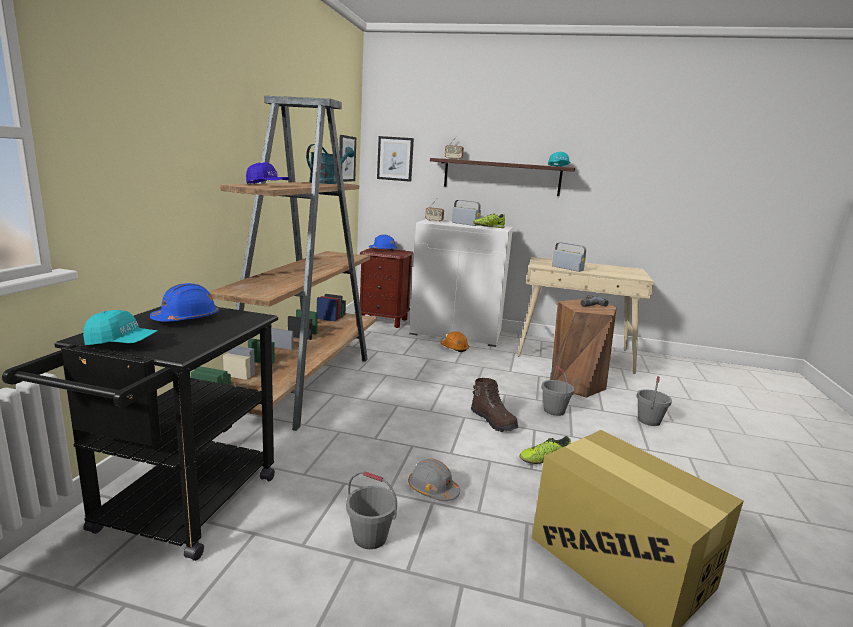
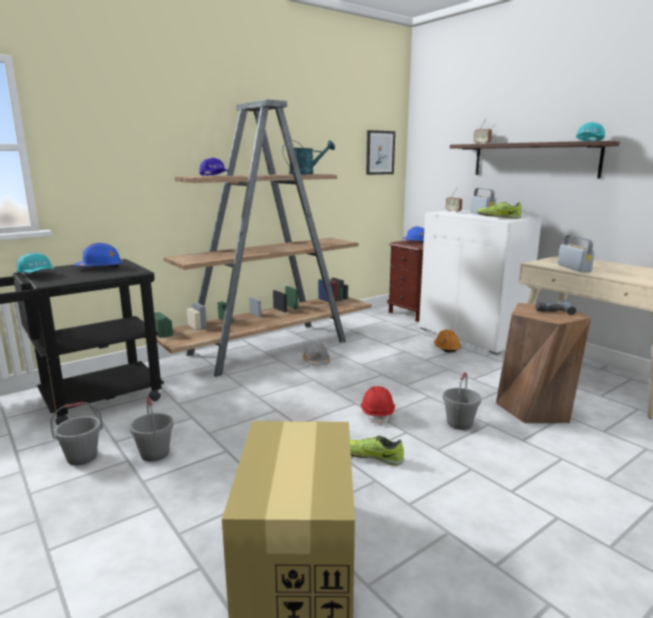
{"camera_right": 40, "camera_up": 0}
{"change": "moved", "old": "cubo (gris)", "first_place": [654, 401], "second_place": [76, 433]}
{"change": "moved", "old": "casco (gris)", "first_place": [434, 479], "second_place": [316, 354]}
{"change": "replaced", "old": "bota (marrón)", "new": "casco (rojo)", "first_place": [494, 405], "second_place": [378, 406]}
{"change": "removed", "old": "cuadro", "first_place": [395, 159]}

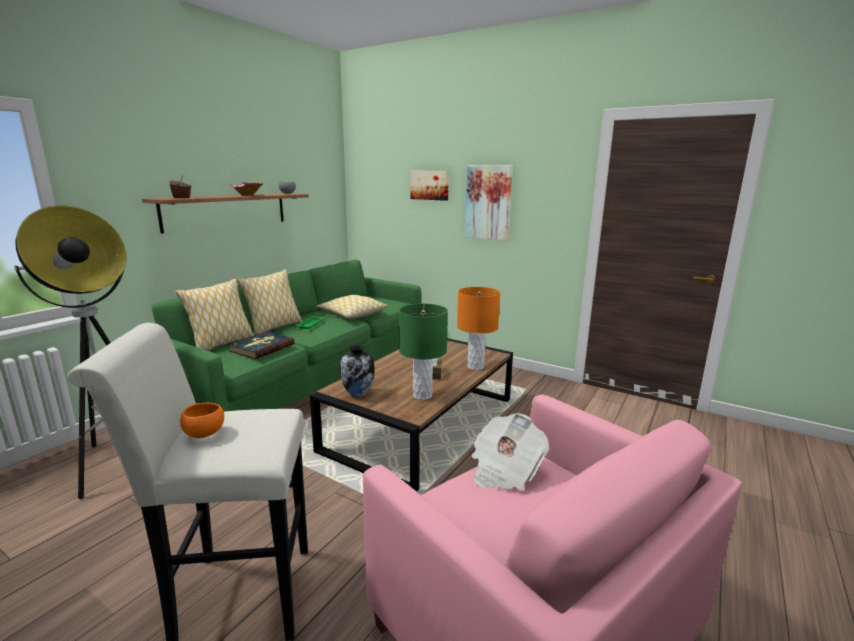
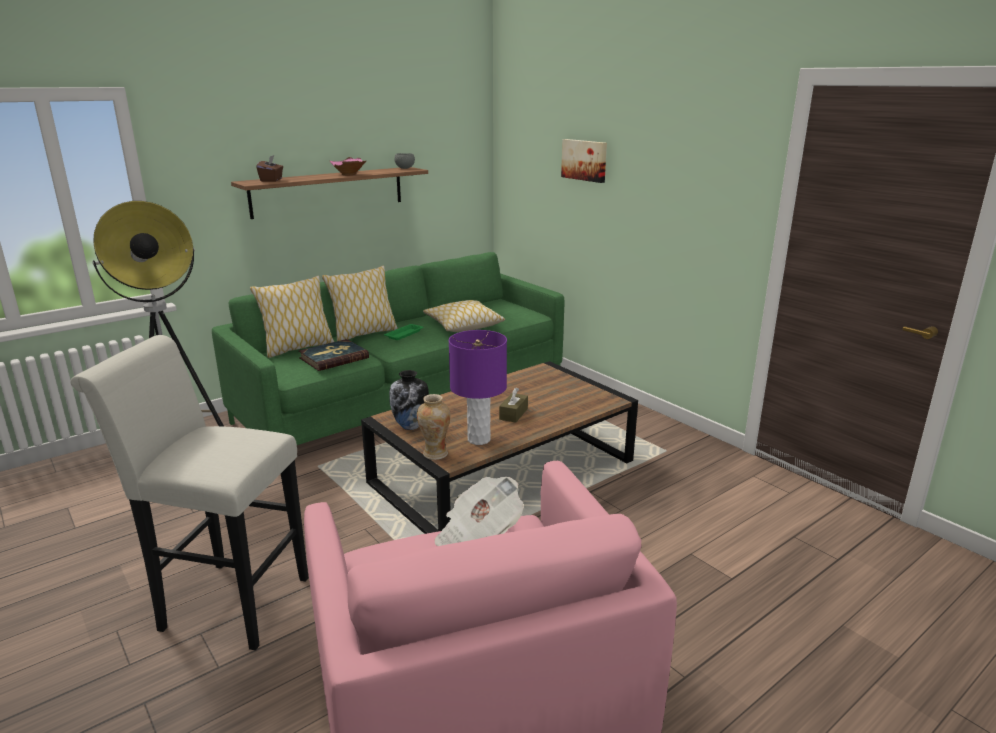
{"camera_right": 20, "camera_up": 5}
{"change": "added", "new": "florero", "second_place": [434, 427]}
{"change": "recoloured", "old": "lámpara de mesa (verde)", "new": "lámpara de mesa (morado)", "first_place": [423, 352], "second_place": [478, 387]}
{"change": "removed", "old": "cuenco (naranja)", "first_place": [202, 420]}
{"change": "removed", "old": "lámpara de mesa (naranja)", "first_place": [478, 328]}
{"change": "removed", "old": "cuadro", "first_place": [489, 203]}

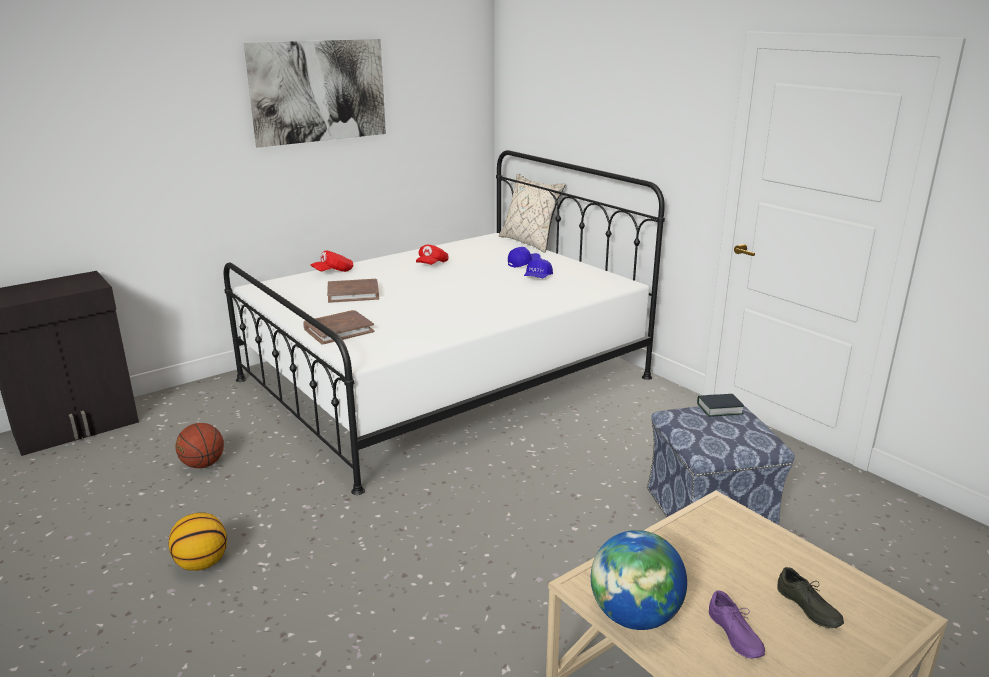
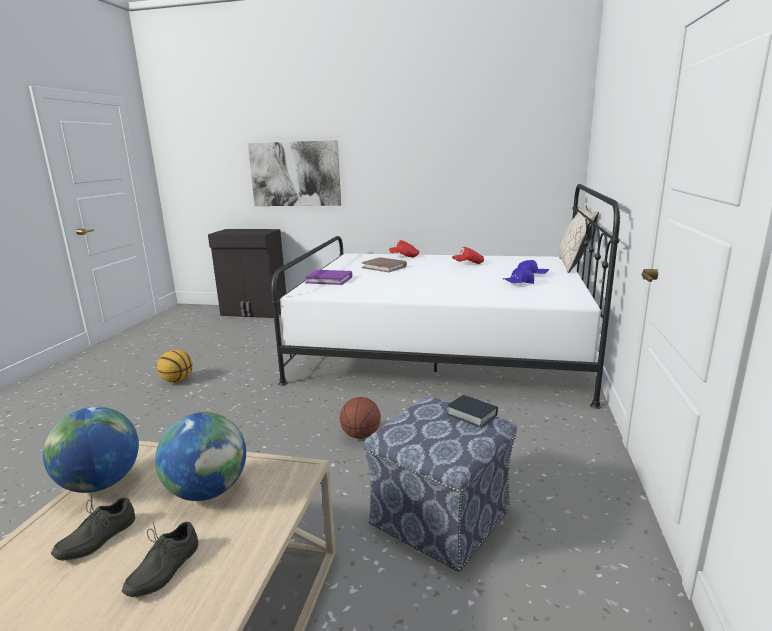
{"camera_right": 50, "camera_up": -5}
{"change": "recoloured", "old": "zapato (morado)", "new": "zapato (gris)", "first_place": [737, 624], "second_place": [93, 527]}
{"change": "added", "new": "globo terráqueo", "second_place": [200, 456]}
{"change": "moved", "old": "cuadro", "first_place": [315, 93], "second_place": [294, 173]}
{"change": "recoloured", "old": "libro (marrón)", "new": "libro (morado)", "first_place": [338, 327], "second_place": [328, 277]}
{"change": "moved", "old": "balón de baloncesto", "first_place": [200, 445], "second_place": [360, 418]}

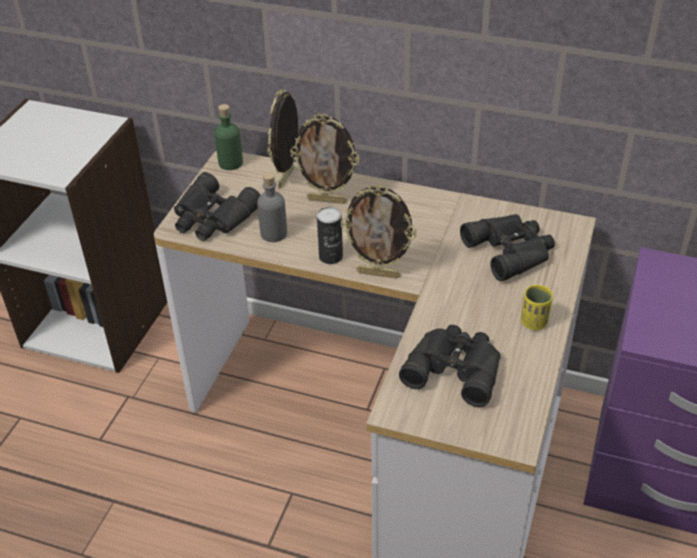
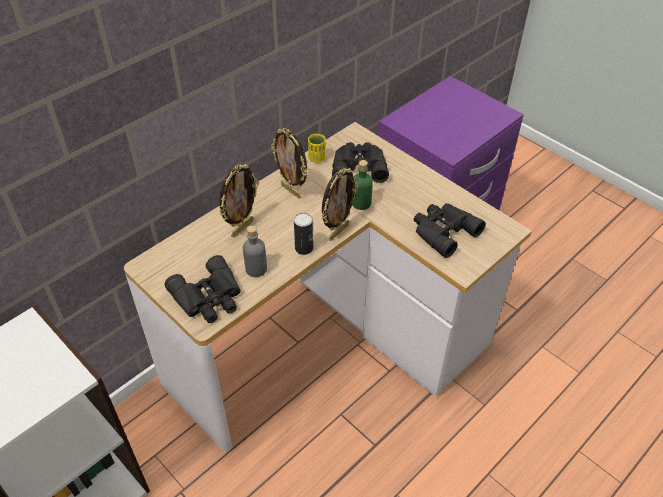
{"camera_right": -65, "camera_up": 5}
{"change": "moved", "old": "portarretratos", "first_place": [282, 138], "second_place": [289, 163]}
{"change": "moved", "old": "taza (amarillo)", "first_place": [537, 307], "second_place": [317, 148]}
{"change": "moved", "old": "botella (verde)", "first_place": [228, 137], "second_place": [362, 185]}

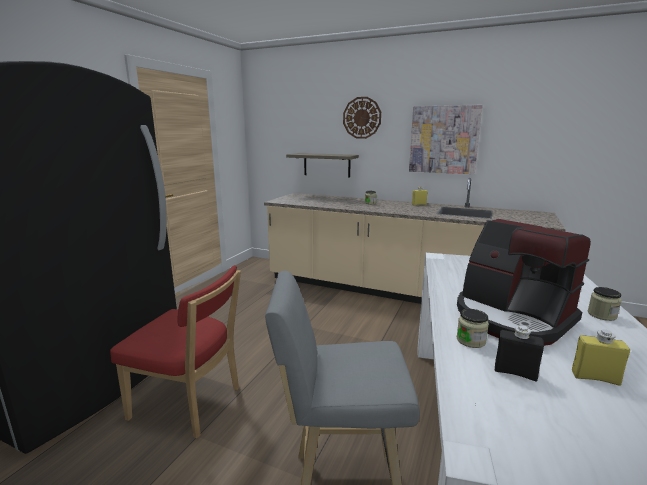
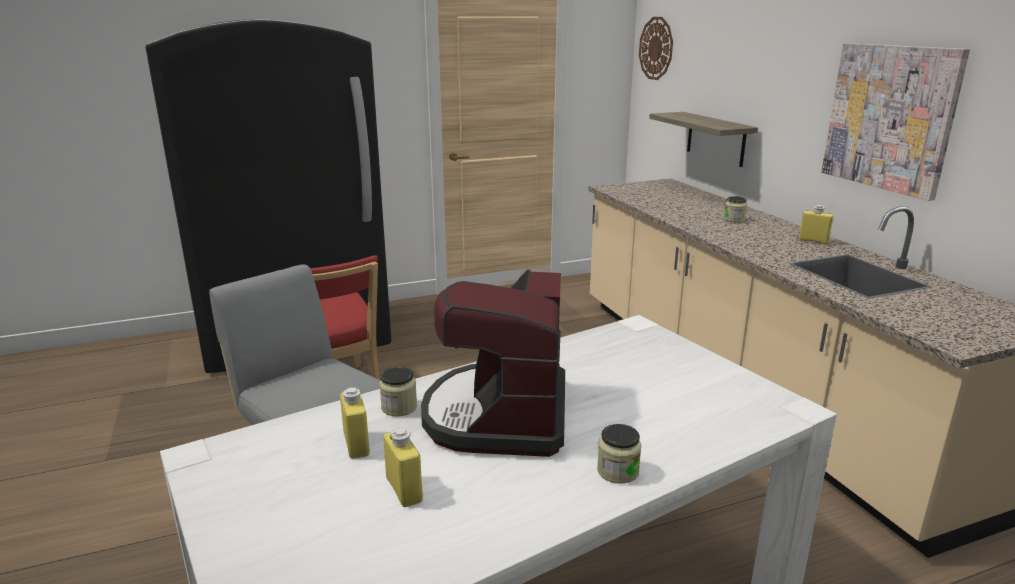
{"camera_right": 45, "camera_up": 5}
{"change": "recoloured", "old": "botella (negro)", "new": "botella (amarillo)", "first_place": [519, 353], "second_place": [355, 423]}
{"change": "moved", "old": "reloj de pared", "first_place": [362, 118], "second_place": [656, 48]}

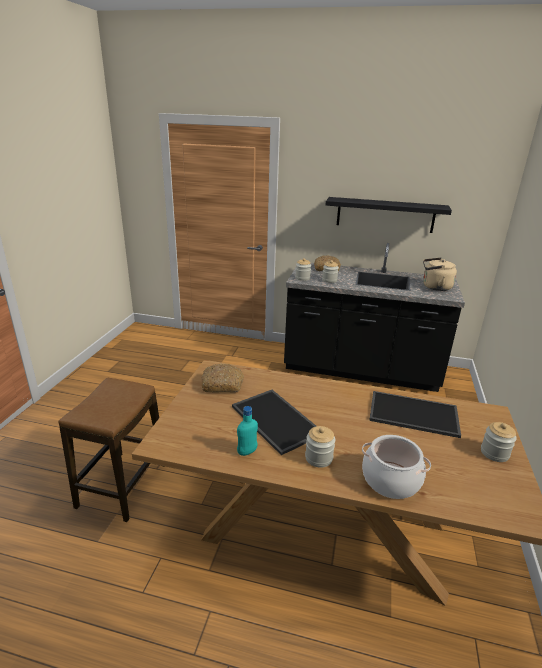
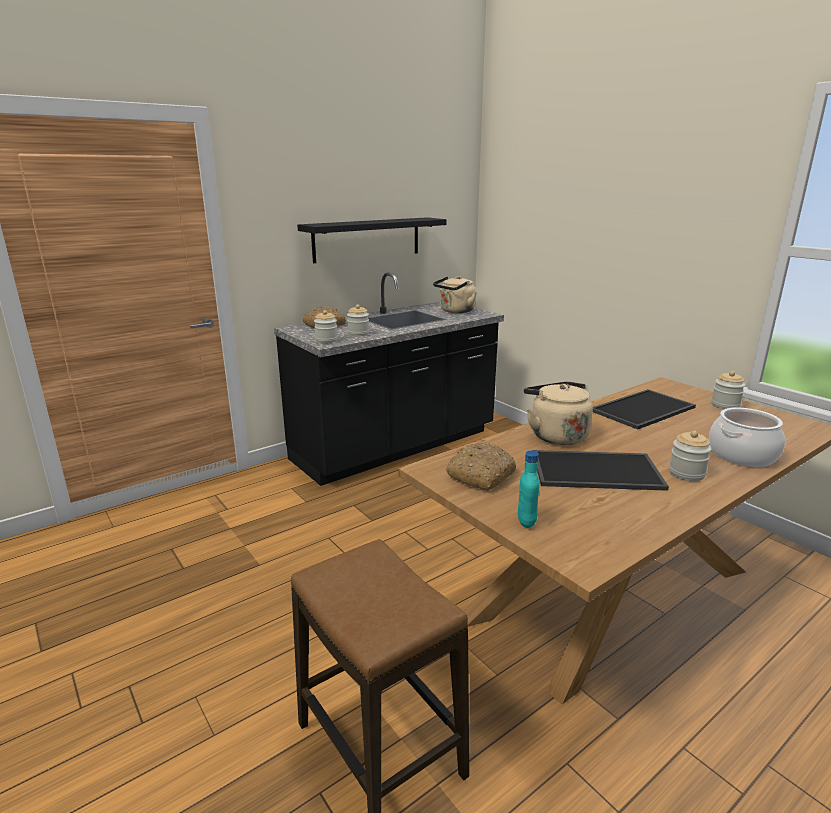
{"camera_right": -50, "camera_up": -5}
{"change": "moved", "old": "botella (turquesa)", "first_place": [247, 431], "second_place": [529, 489]}
{"change": "added", "new": "hervidor (beis)", "second_place": [558, 413]}

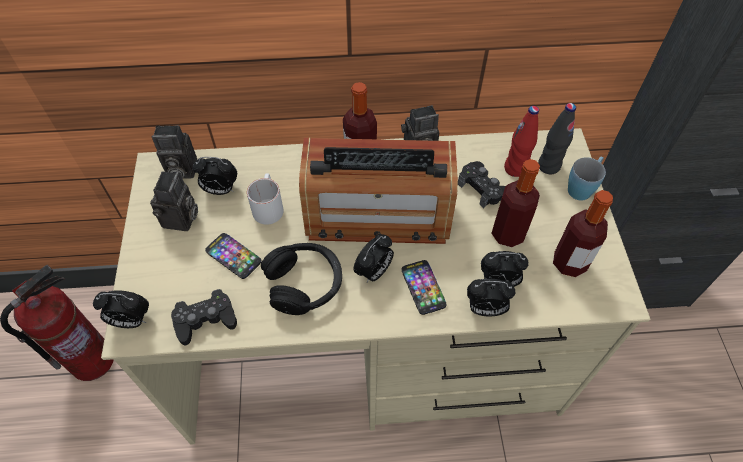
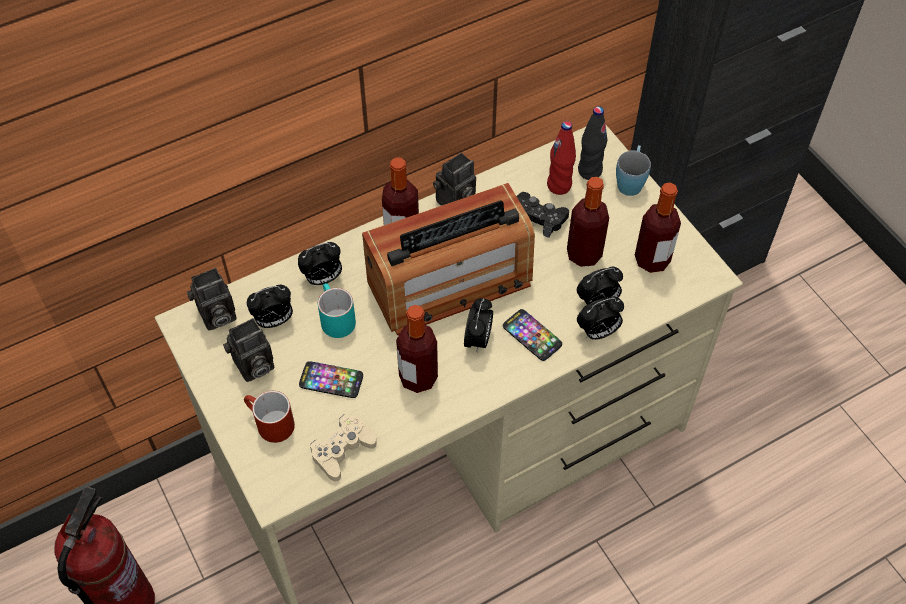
{"camera_right": -25, "camera_up": 0}
{"change": "turned", "old": "cámara", "first_place": [174, 201], "second_place": [248, 350], "degrees": 75}
{"change": "added", "new": "taza grande (rojo)", "second_place": [269, 417]}
{"change": "moved", "old": "despertador", "first_place": [121, 309], "second_place": [320, 263]}
{"change": "recoloured", "old": "mando de consola (negro)", "new": "mando de consola (beis)", "first_place": [204, 317], "second_place": [343, 447]}
{"change": "recoloured", "old": "taza grande (blanco)", "new": "taza grande (turquesa)", "first_place": [265, 199], "second_place": [337, 310]}
{"change": "replaced", "old": "auriculares (negro)", "new": "botella", "first_place": [301, 279], "second_place": [417, 349]}

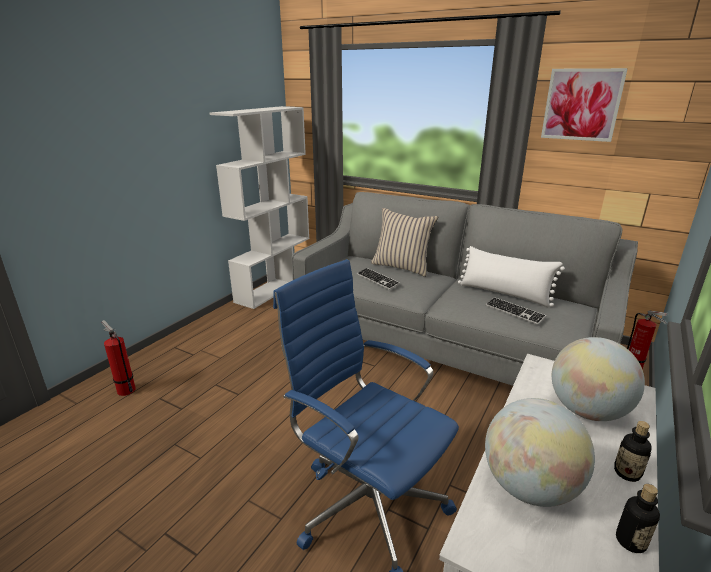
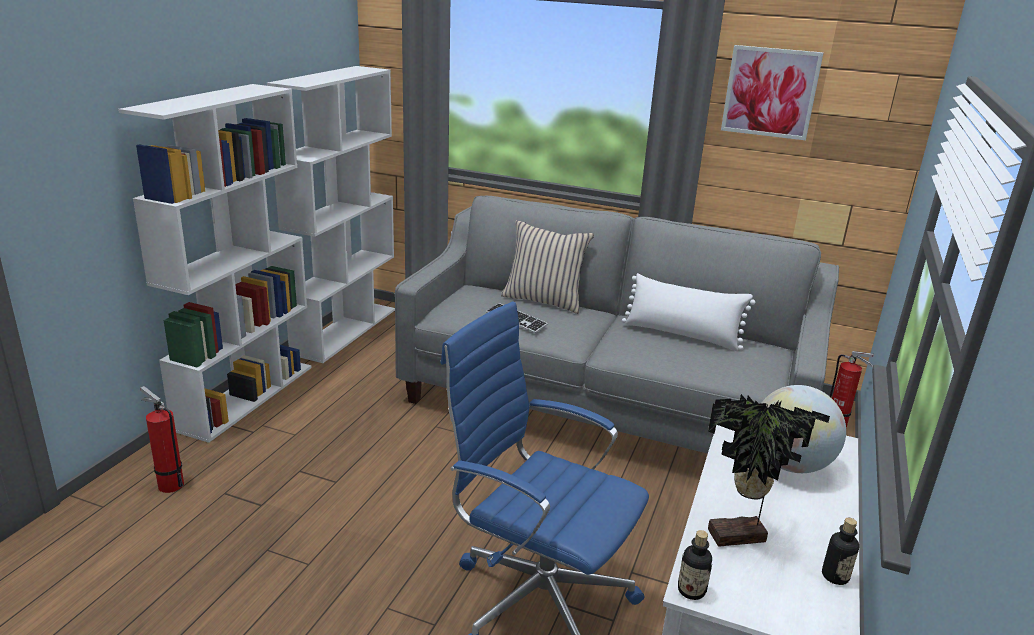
{"camera_right": -10, "camera_up": 0}
{"change": "added", "new": "estantería (blanco)", "second_place": [215, 263]}
{"change": "moved", "old": "botella", "first_place": [633, 451], "second_place": [695, 565]}
{"change": "replaced", "old": "globo terráqueo", "new": "planta en maceta", "first_place": [540, 452], "second_place": [769, 470]}
{"change": "removed", "old": "teclado", "first_place": [515, 311]}

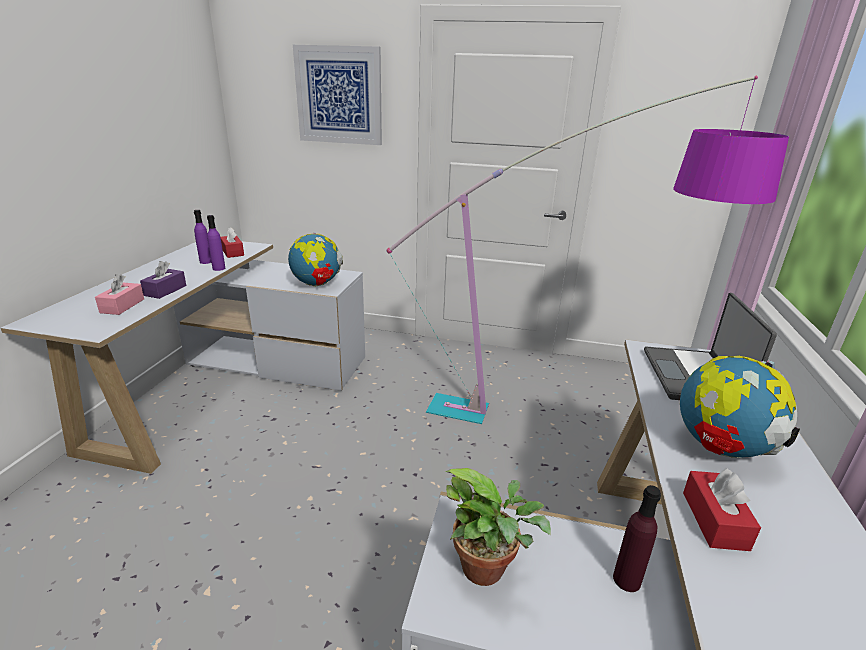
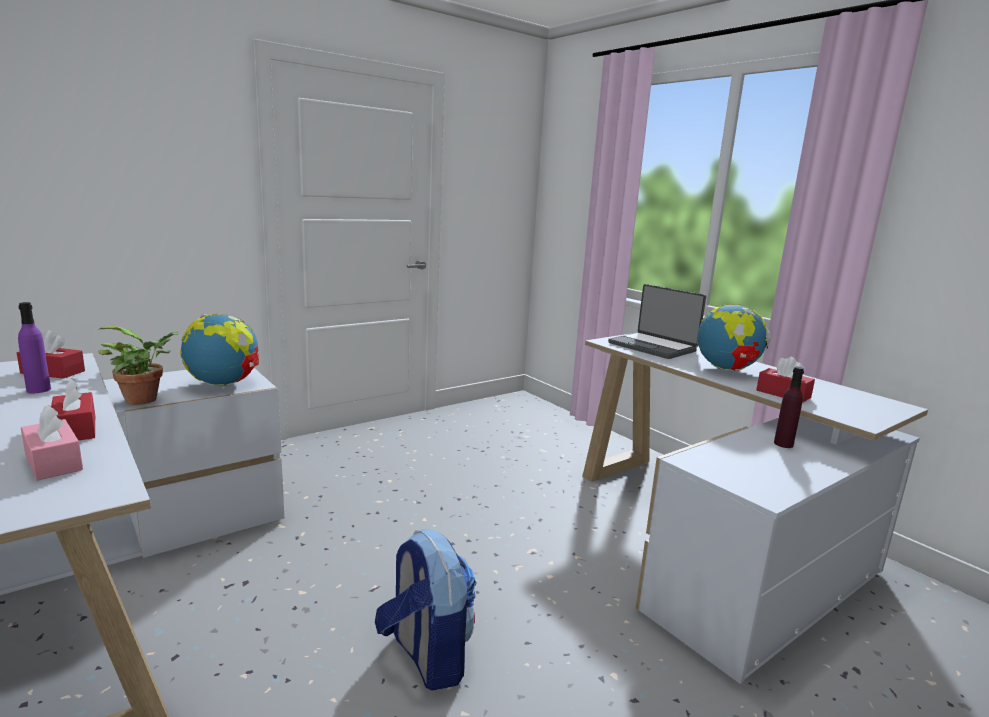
{"camera_right": -50, "camera_up": -10}
{"change": "recoloured", "old": "caja de pañuelos (morado)", "new": "caja de pañuelos (rojo)", "first_place": [163, 280], "second_place": [73, 409]}
{"change": "moved", "old": "planta en maceta", "first_place": [498, 527], "second_place": [139, 365]}
{"change": "added", "new": "mochila", "second_place": [426, 610]}
{"change": "removed", "old": "botella (morado)", "first_place": [216, 243]}
{"change": "removed", "old": "cuadro", "first_place": [337, 95]}
{"change": "removed", "old": "lámpara de pie", "first_place": [588, 250]}

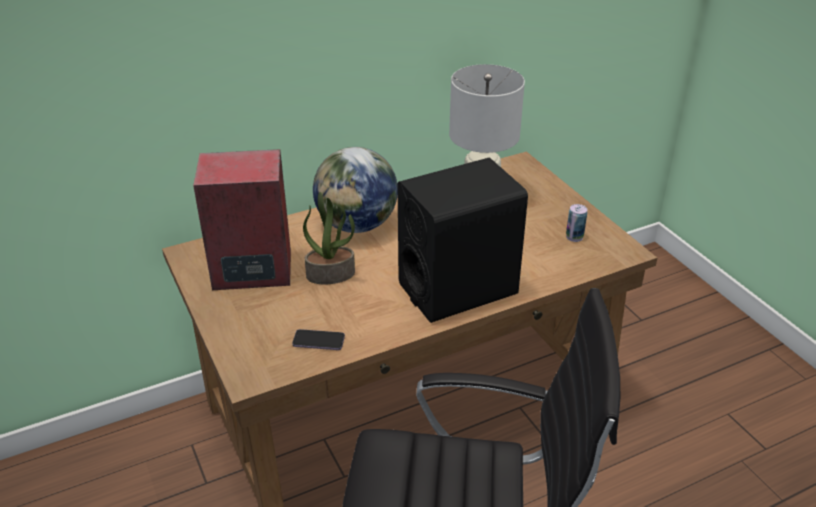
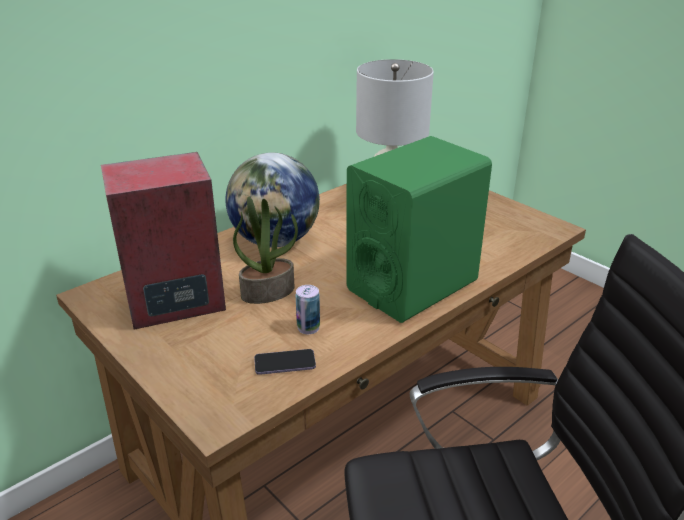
{"camera_right": -15, "camera_up": -5}
{"change": "moved", "old": "lata", "first_place": [577, 223], "second_place": [307, 309]}
{"change": "recoloured", "old": "altavoz (negro)", "new": "altavoz (verde)", "first_place": [463, 240], "second_place": [419, 229]}

